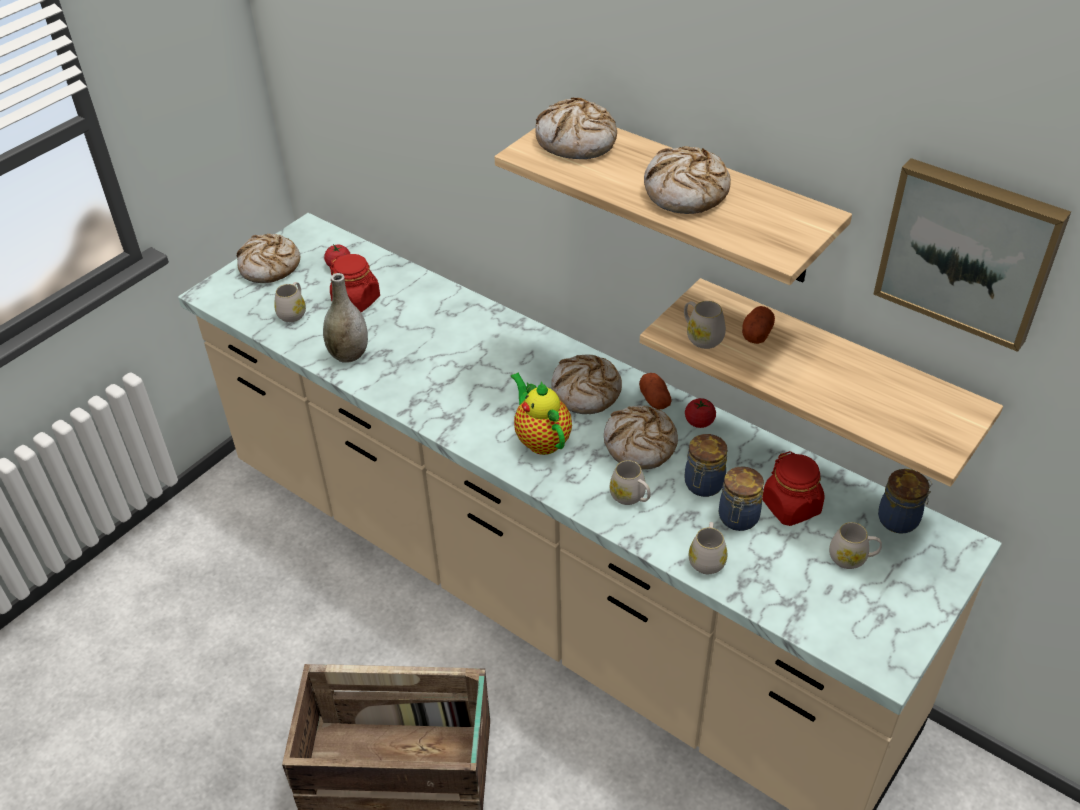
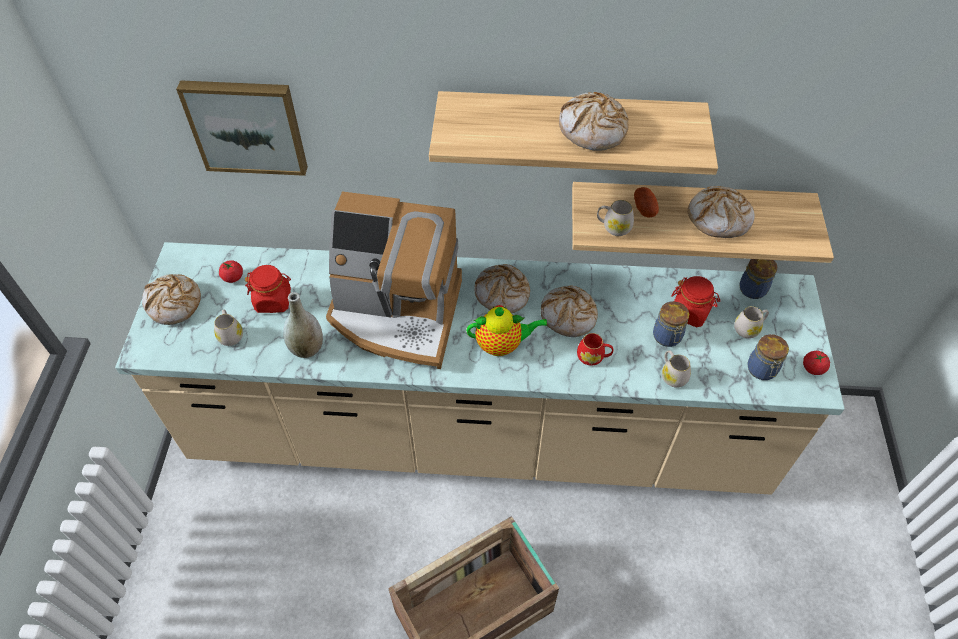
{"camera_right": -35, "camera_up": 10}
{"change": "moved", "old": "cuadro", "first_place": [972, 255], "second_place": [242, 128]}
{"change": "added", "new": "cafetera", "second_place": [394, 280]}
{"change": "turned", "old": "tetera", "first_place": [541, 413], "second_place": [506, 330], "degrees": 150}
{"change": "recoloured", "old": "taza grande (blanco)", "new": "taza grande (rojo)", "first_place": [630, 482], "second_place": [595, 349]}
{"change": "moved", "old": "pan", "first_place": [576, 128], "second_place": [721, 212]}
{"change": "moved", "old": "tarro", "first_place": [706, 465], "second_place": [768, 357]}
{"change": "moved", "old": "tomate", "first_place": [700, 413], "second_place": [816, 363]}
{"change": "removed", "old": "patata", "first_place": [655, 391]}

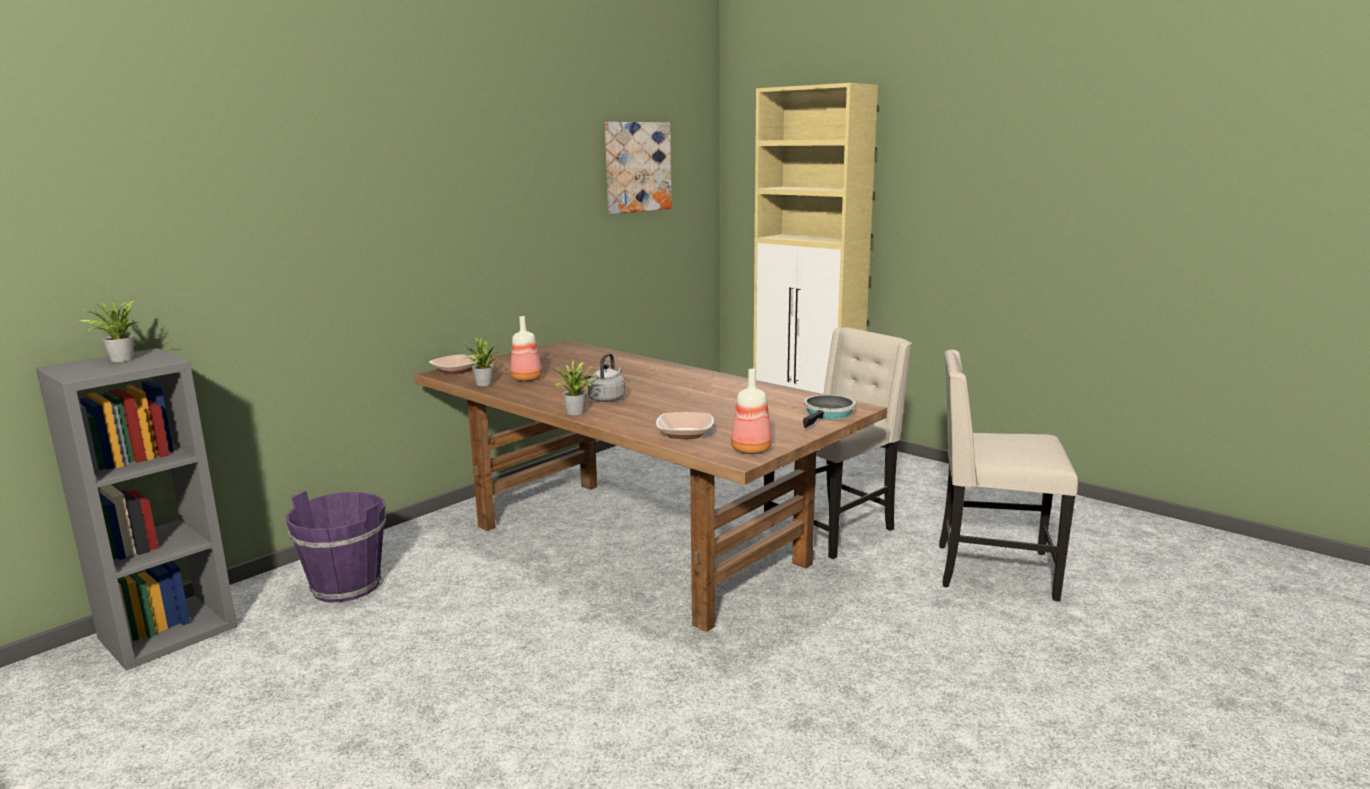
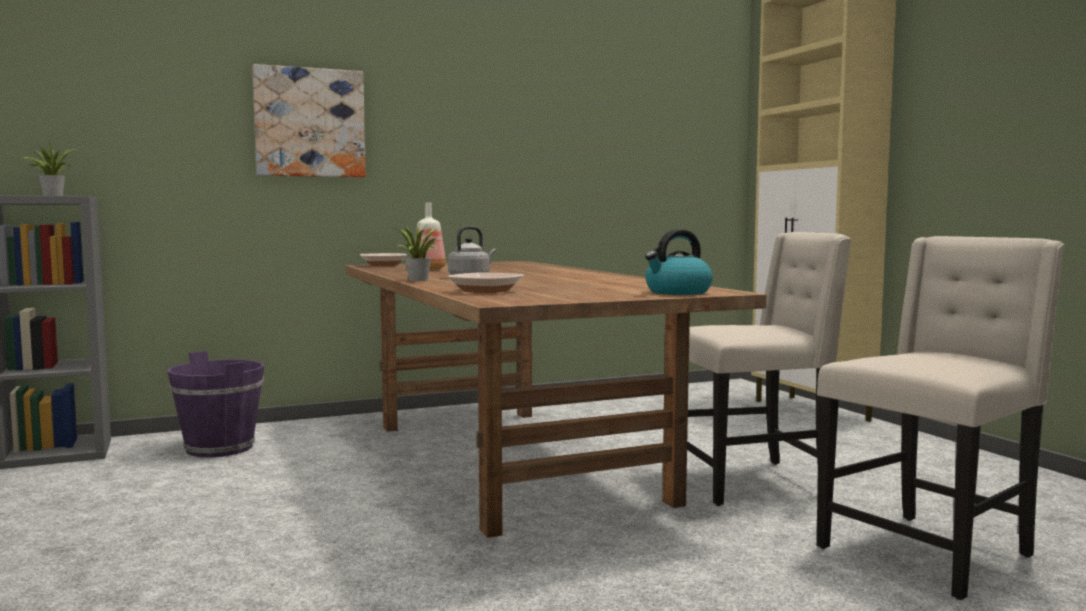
{"camera_right": 25, "camera_up": -10}
{"change": "moved", "old": "cuadro", "first_place": [638, 168], "second_place": [309, 120]}
{"change": "replaced", "old": "sartén", "new": "hervidor", "first_place": [829, 411], "second_place": [679, 262]}
{"change": "turned", "old": "silla (beis)", "first_place": [1008, 475], "second_place": [941, 418], "degrees": 105}
{"change": "removed", "old": "planta en maceta", "first_place": [479, 361]}
{"change": "removed", "old": "botella", "first_place": [751, 411]}

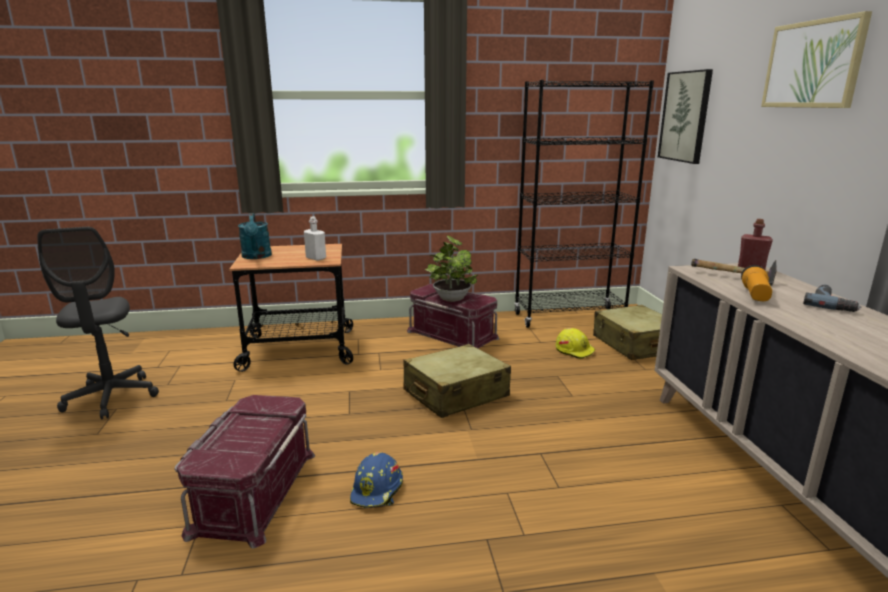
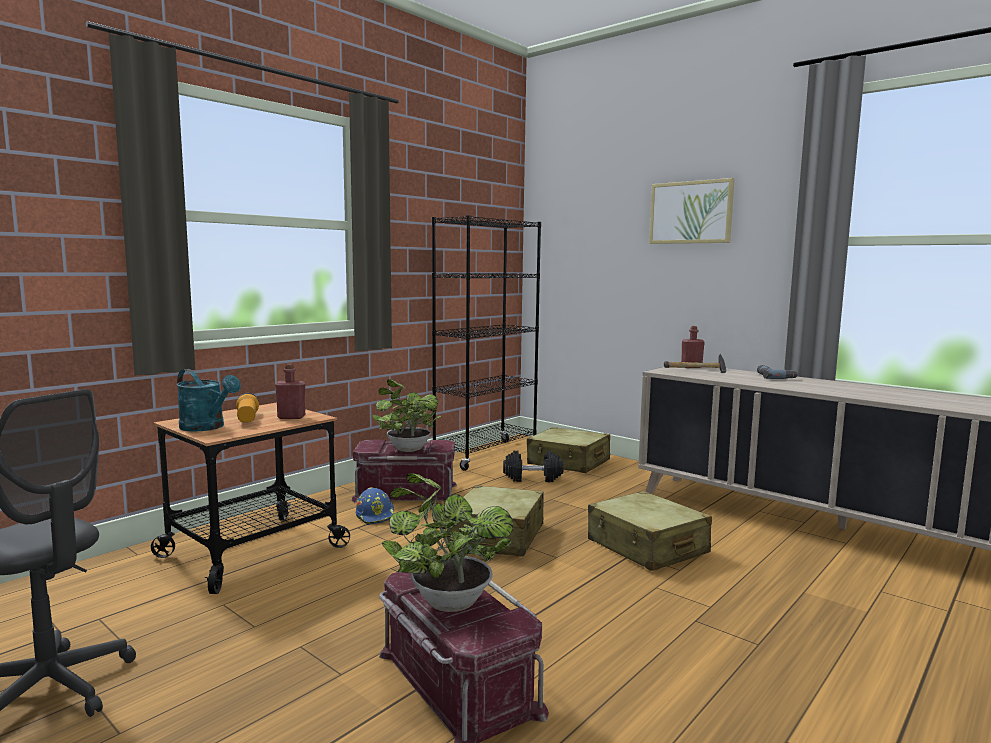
{"camera_right": -40, "camera_up": -10}
{"change": "moved", "old": "linterna", "first_place": [756, 283], "second_place": [247, 407]}
{"change": "recoloured", "old": "botella (blanco)", "new": "botella (rojo)", "first_place": [315, 238], "second_place": [290, 391]}
{"change": "moved", "old": "casco (azul)", "first_place": [376, 480], "second_place": [375, 506]}
{"change": "added", "new": "planta en maceta", "second_place": [447, 542]}
{"change": "replaced", "old": "casco (amarillo)", "new": "mancuerna (negro)", "first_place": [575, 343], "second_place": [533, 466]}
{"change": "added", "new": "maleta (beis)", "second_place": [650, 531]}
{"change": "removed", "old": "cuadro", "first_place": [685, 116]}

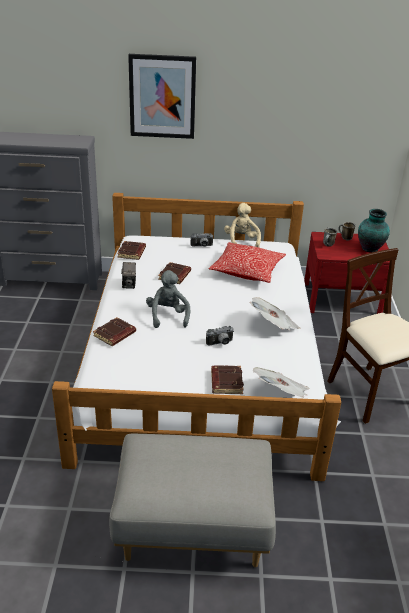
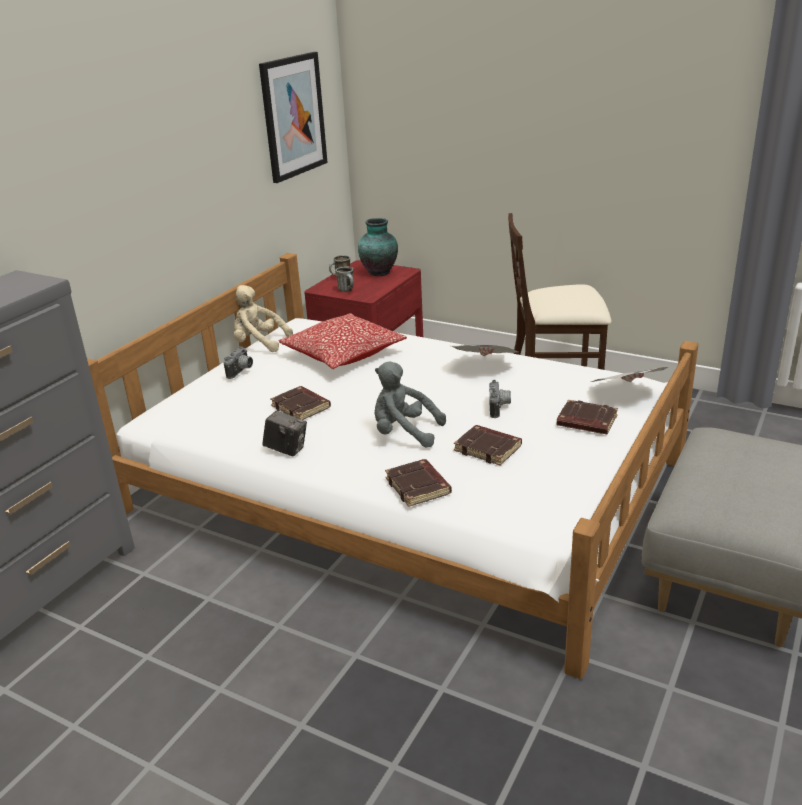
{"camera_right": -60, "camera_up": -5}
{"change": "moved", "old": "cuadro", "first_place": [162, 96], "second_place": [293, 117]}
{"change": "moved", "old": "libro (marrón)", "first_place": [131, 250], "second_place": [488, 445]}

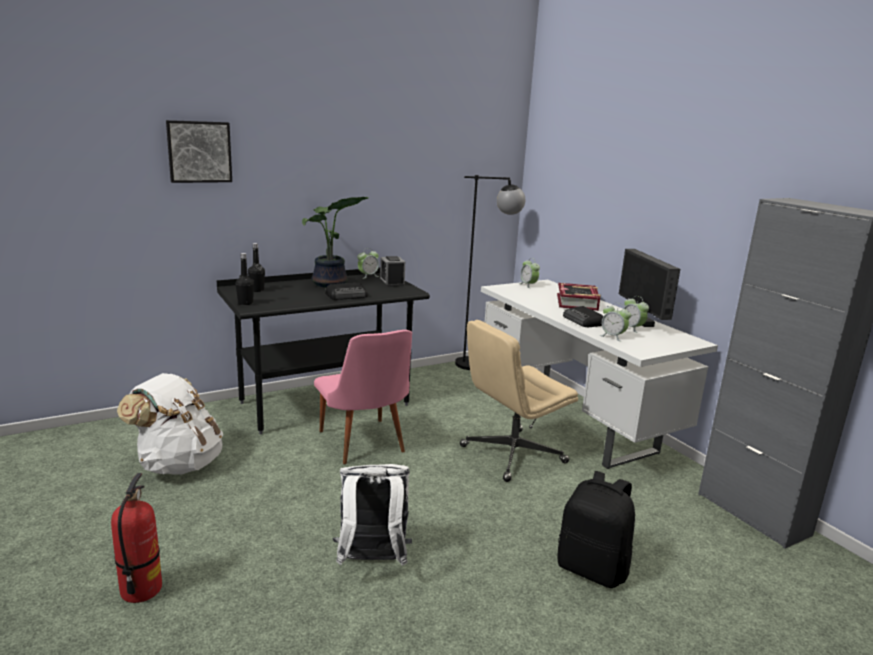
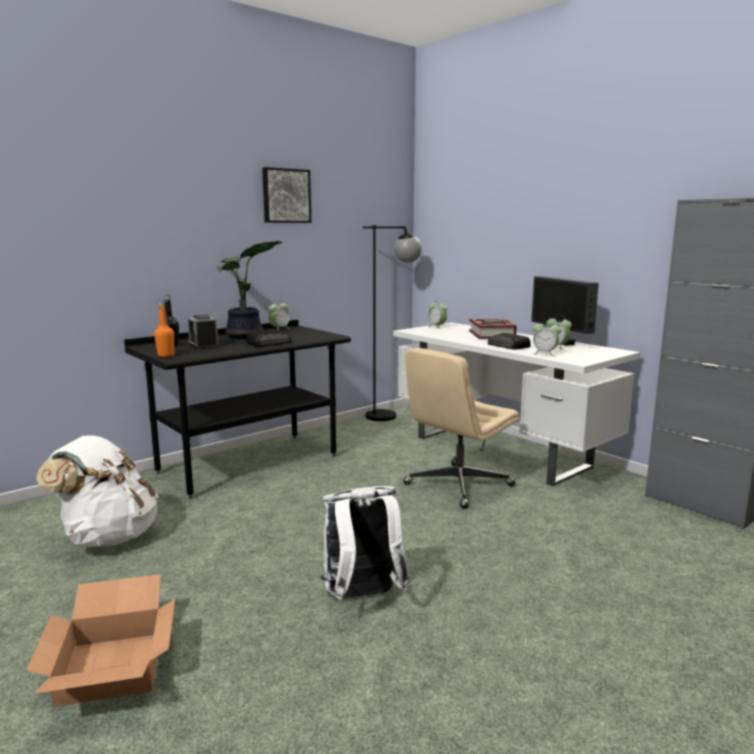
{"camera_right": -10, "camera_up": -5}
{"change": "replaced", "old": "extintor", "new": "caja de cartón", "first_place": [136, 538], "second_place": [101, 640]}
{"change": "recoloured", "old": "botella (negro)", "new": "botella (naranja)", "first_place": [245, 279], "second_place": [164, 328]}
{"change": "moved", "old": "despertador", "first_place": [392, 271], "second_place": [203, 331]}
{"change": "moved", "old": "cuadro", "first_place": [199, 151], "second_place": [286, 195]}
{"change": "removed", "old": "silla (rosa)", "first_place": [363, 397]}
{"change": "removed", "old": "mochila (negro)", "first_place": [596, 529]}

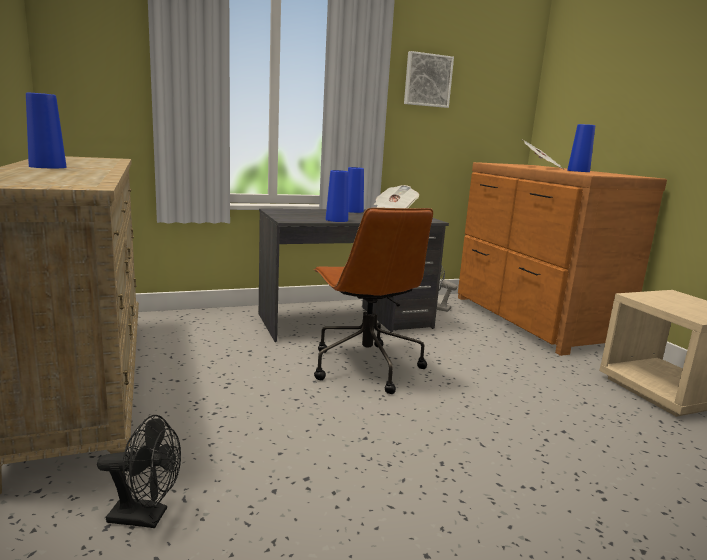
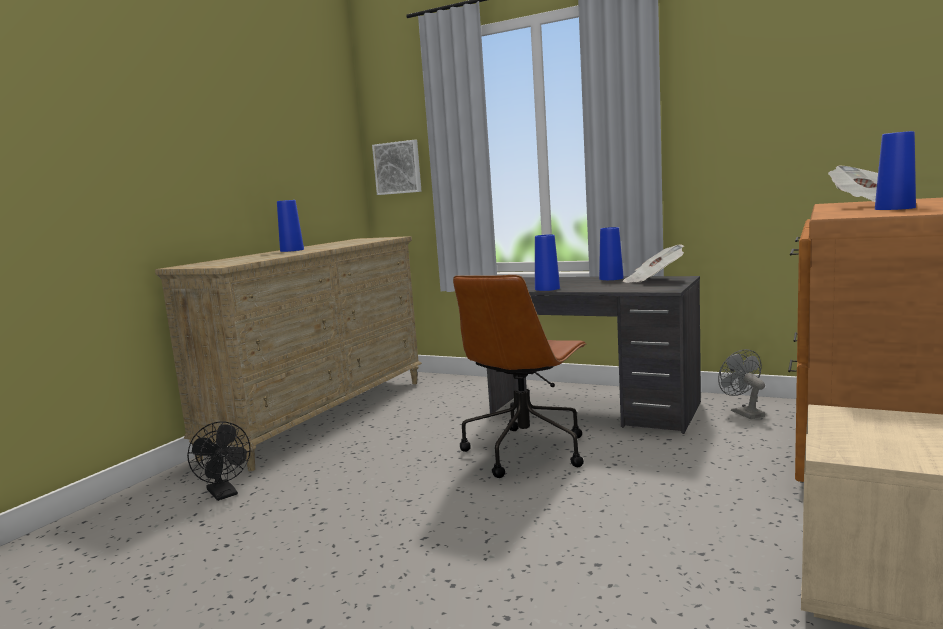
{"camera_right": 50, "camera_up": -5}
{"change": "moved", "old": "cuadro", "first_place": [429, 79], "second_place": [397, 167]}

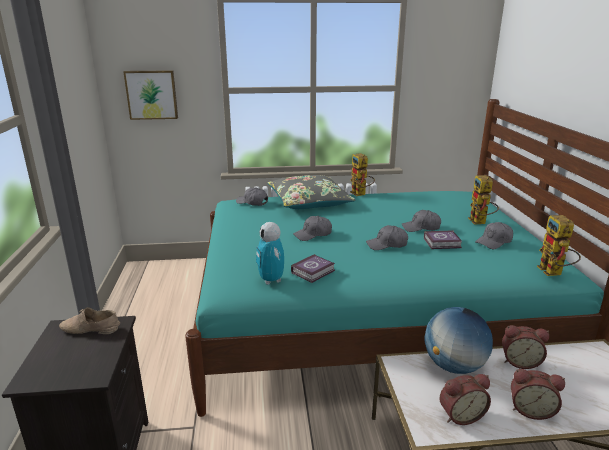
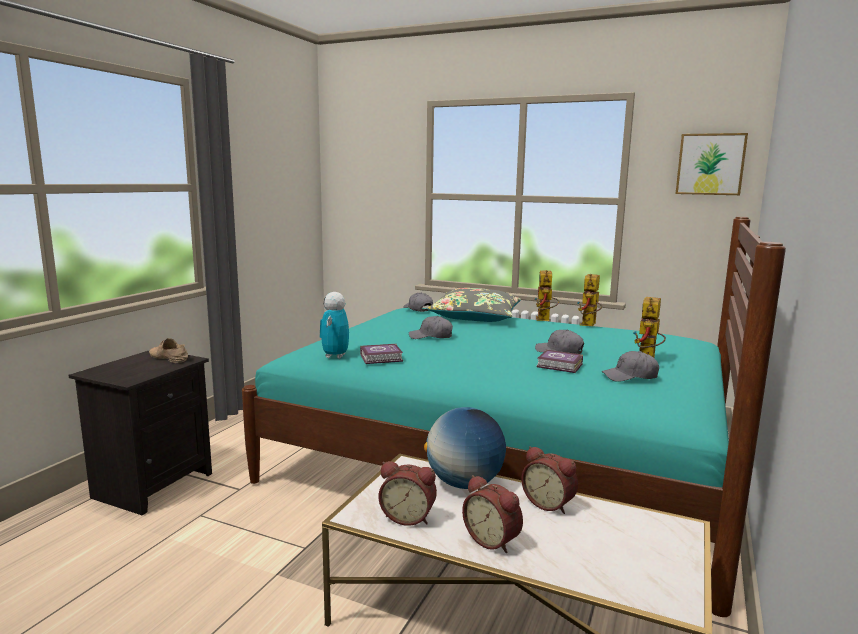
{"camera_right": 30, "camera_up": -10}
{"change": "moved", "old": "robot de juguete", "first_place": [559, 245], "second_place": [589, 300]}
{"change": "moved", "old": "cuadro", "first_place": [150, 95], "second_place": [712, 164]}
{"change": "removed", "old": "gorra (gris)", "first_place": [387, 237]}

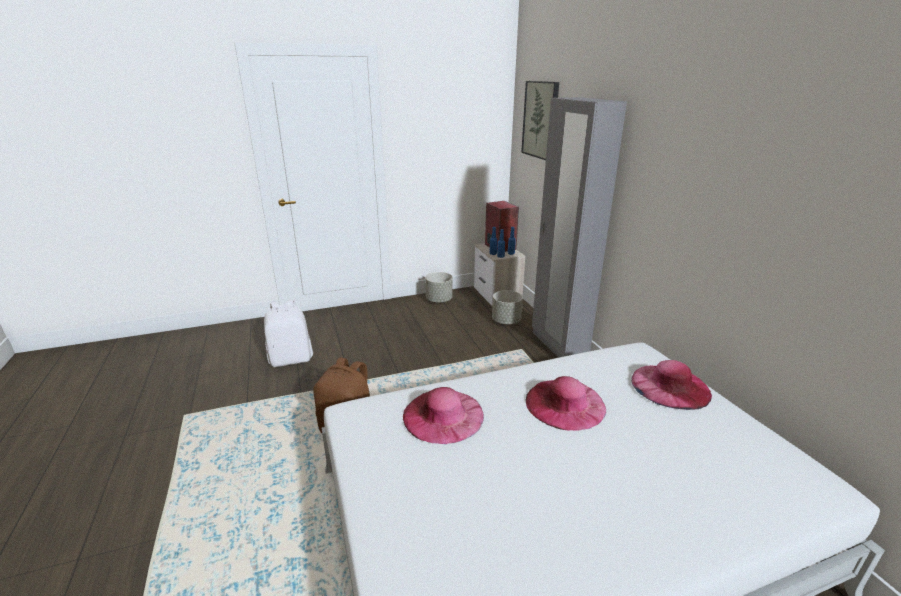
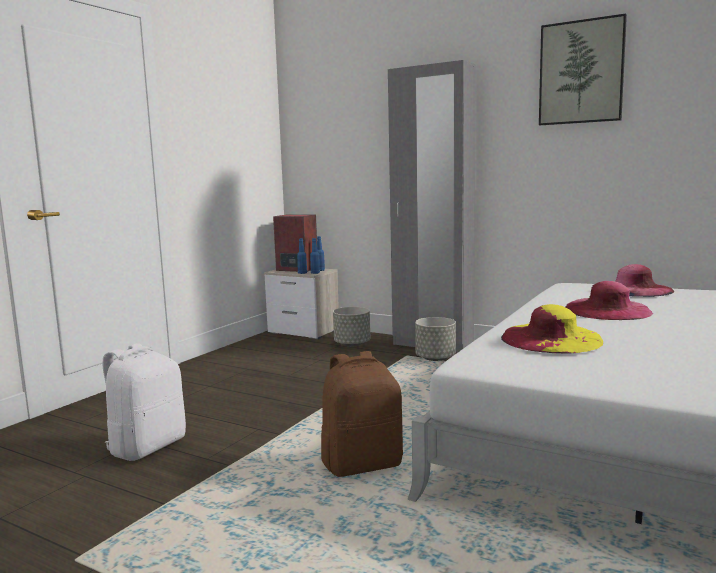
{"camera_right": -40, "camera_up": -15}
{"change": "moved", "old": "maceta (gris)", "first_place": [439, 287], "second_place": [435, 339]}
{"change": "recoloured", "old": "sombrero (rosa)", "new": "sombrero (amarillo)", "first_place": [443, 415], "second_place": [552, 329]}
{"change": "moved", "old": "cuadro", "first_place": [540, 120], "second_place": [583, 69]}

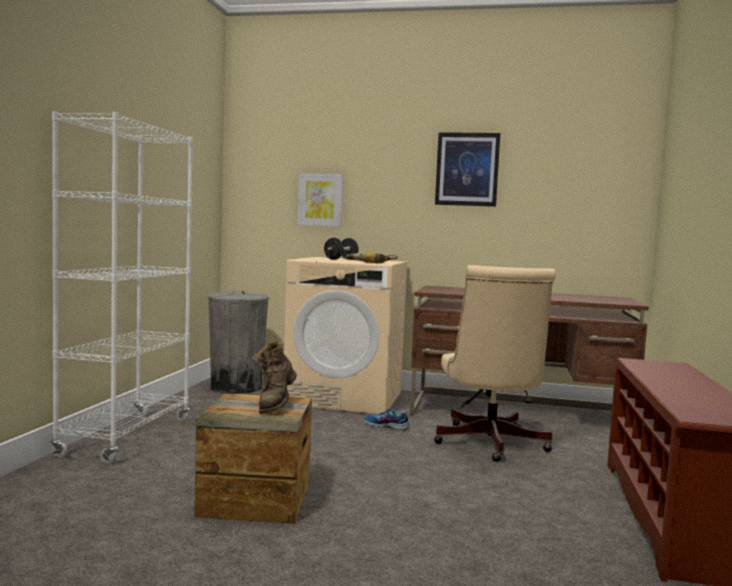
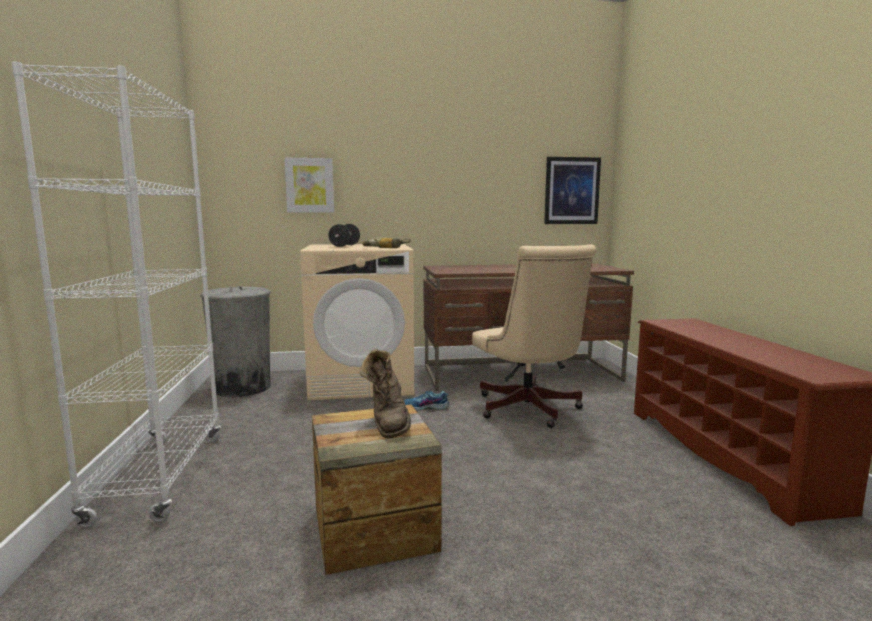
{"camera_right": -20, "camera_up": 5}
{"change": "moved", "old": "cuadro", "first_place": [467, 169], "second_place": [572, 190]}

